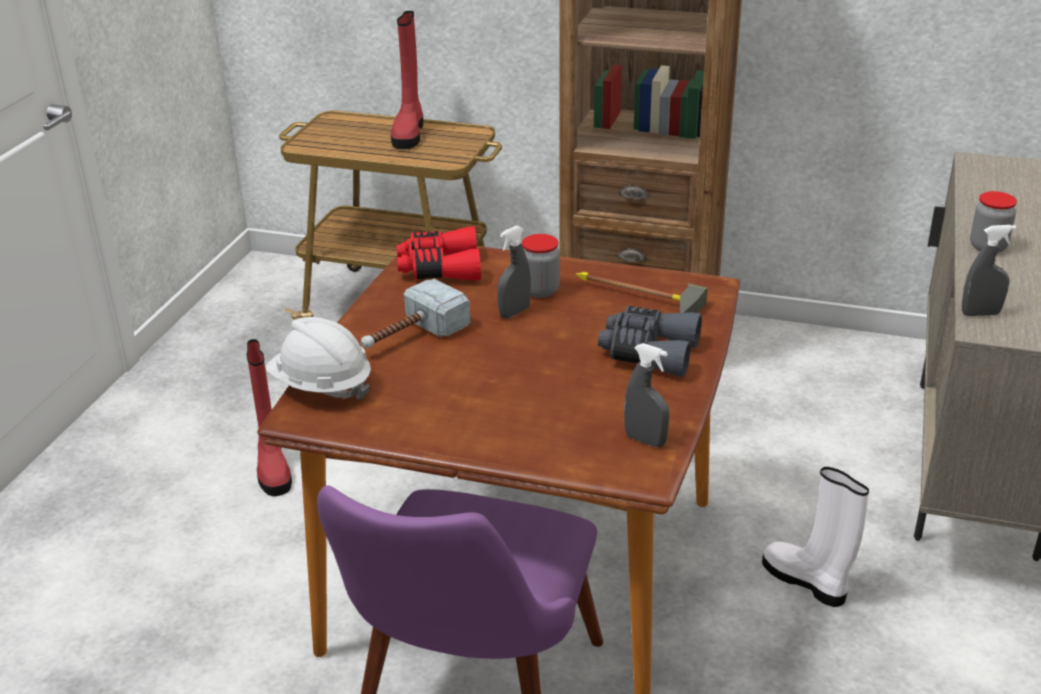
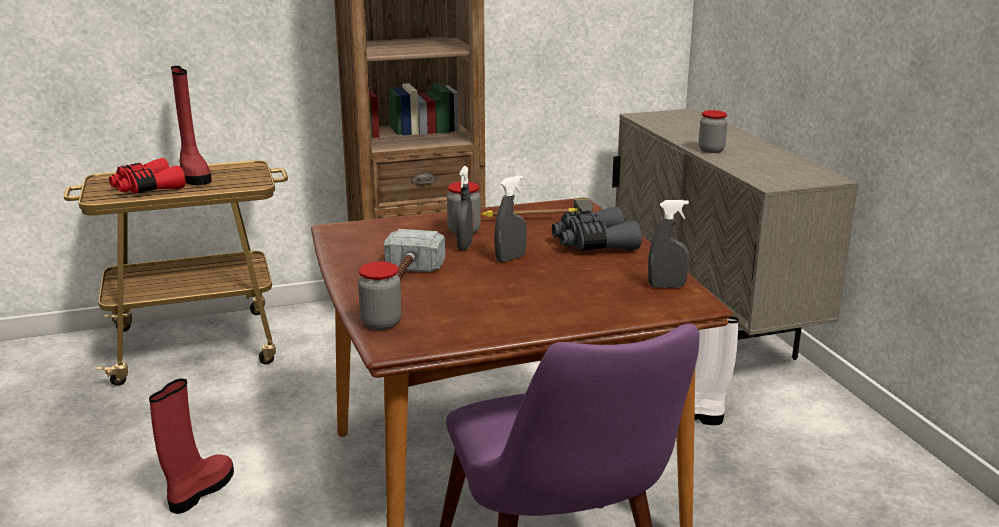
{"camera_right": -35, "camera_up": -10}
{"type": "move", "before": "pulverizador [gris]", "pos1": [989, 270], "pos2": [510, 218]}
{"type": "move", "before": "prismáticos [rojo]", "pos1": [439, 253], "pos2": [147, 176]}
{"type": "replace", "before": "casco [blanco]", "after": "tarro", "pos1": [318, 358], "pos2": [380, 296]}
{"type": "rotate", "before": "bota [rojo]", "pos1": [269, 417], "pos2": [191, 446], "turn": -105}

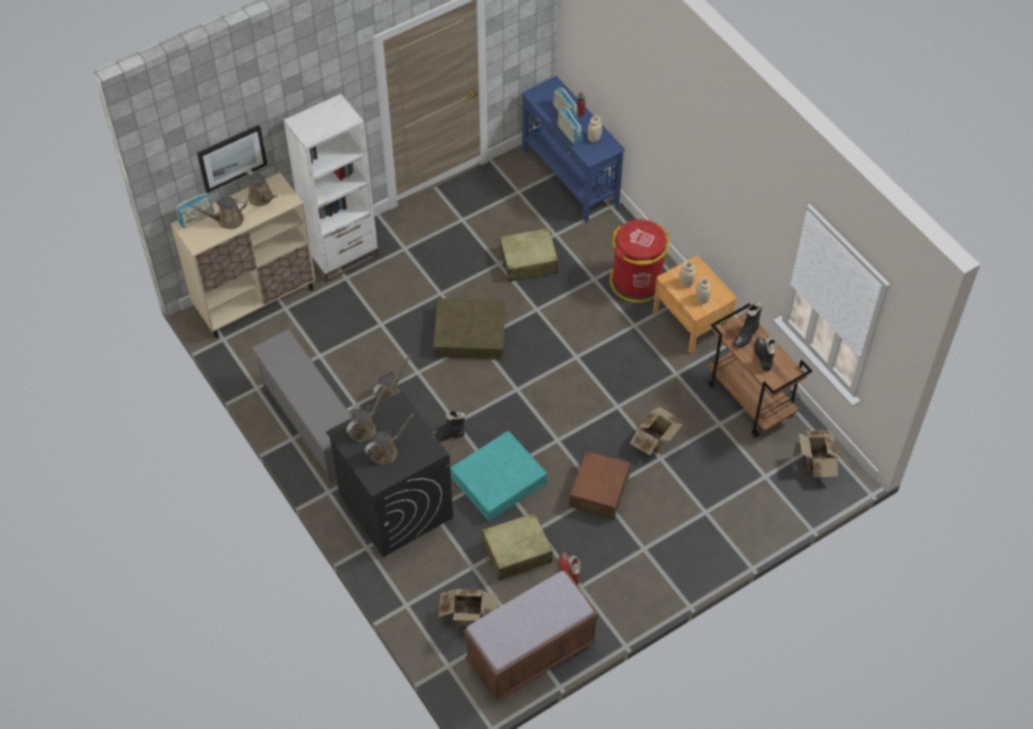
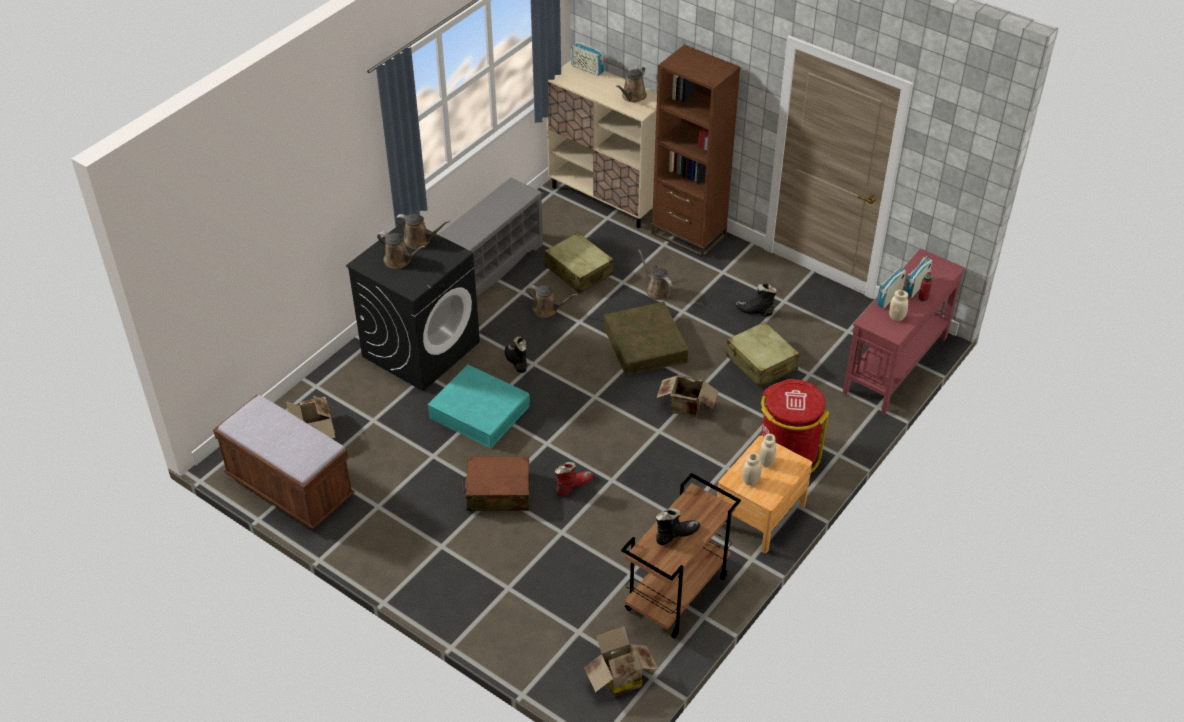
{"camera_right": 70, "camera_up": -10}
{"type": "recolor", "before": "mesa consola [azul]", "after": "mesa consola [rojo]", "pos1": [573, 149], "pos2": [904, 331]}
{"type": "recolor", "before": "estantería [blanco]", "after": "estantería [marrón]", "pos1": [331, 188], "pos2": [695, 151]}
{"type": "delete", "before": "cuadro", "pos1": [232, 159]}
{"type": "move", "before": "regadera [marrón]", "pos1": [218, 213], "pos2": [655, 274]}
{"type": "move", "before": "bota [negro]", "pos1": [748, 324], "pos2": [756, 300]}
{"type": "move", "before": "caja de cartón", "pos1": [656, 431], "pos2": [688, 396]}
{"type": "move", "before": "maleta [beis]", "pos1": [517, 546], "pos2": [579, 263]}
{"type": "move", "before": "bota [rojo]", "pos1": [570, 569], "pos2": [574, 479]}

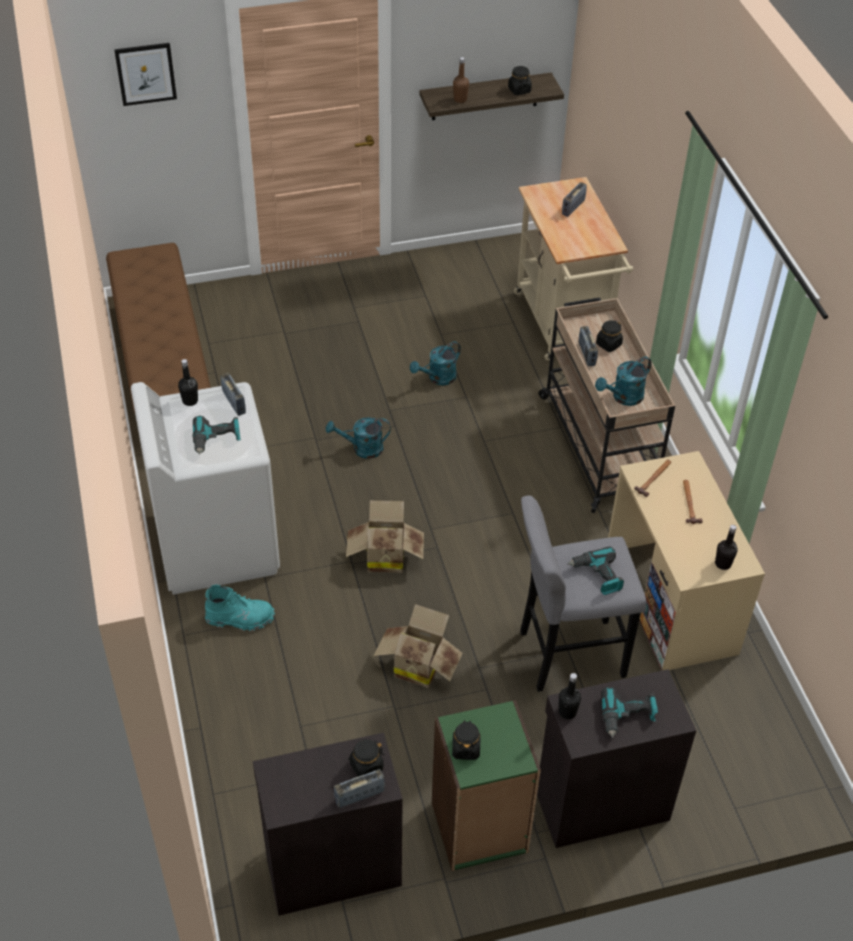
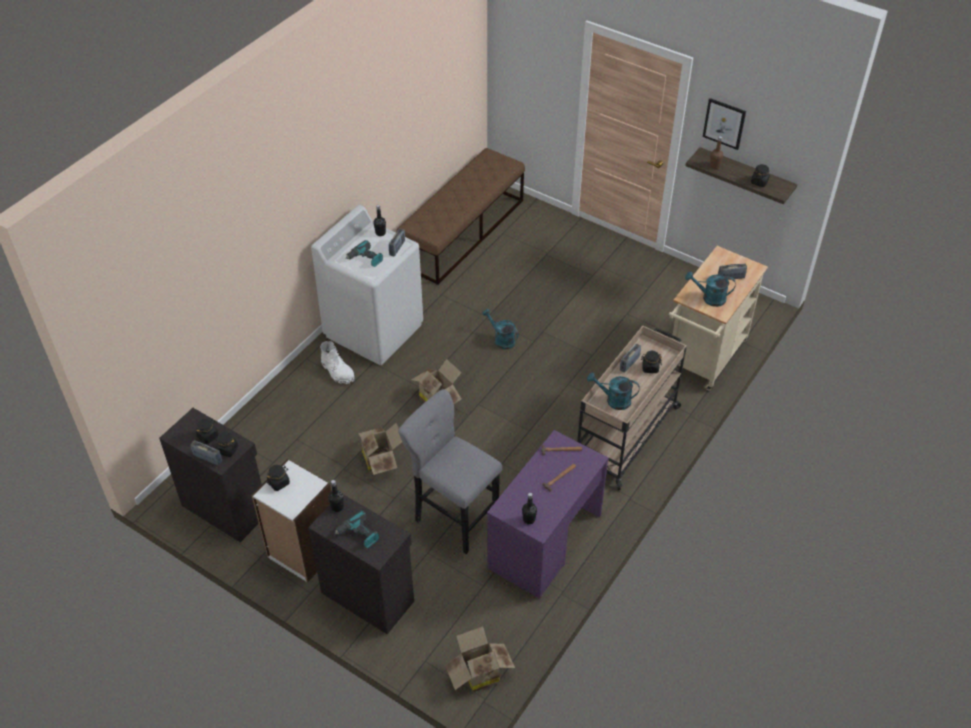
{"camera_right": 50, "camera_up": 0}
{"type": "move", "before": "cuadro", "pos1": [145, 74], "pos2": [724, 124]}
{"type": "move", "before": "regadera [turquesa]", "pos1": [435, 363], "pos2": [710, 289]}
{"type": "recolor", "before": "escritorio [beis]", "after": "escritorio [morado]", "pos1": [686, 560], "pos2": [548, 514]}
{"type": "delete", "before": "taladro", "pos1": [595, 570]}
{"type": "recolor", "before": "bota [turquesa]", "after": "bota [blanco]", "pos1": [240, 608], "pos2": [337, 362]}
{"type": "recolor", "before": "estantería [verde]", "after": "estantería [blanco]", "pos1": [486, 785], "pos2": [291, 521]}
{"type": "insert", "after": "tarro [negro]", "pos2": [207, 431]}
{"type": "insert", "after": "caja de cartón", "pos2": [480, 659]}

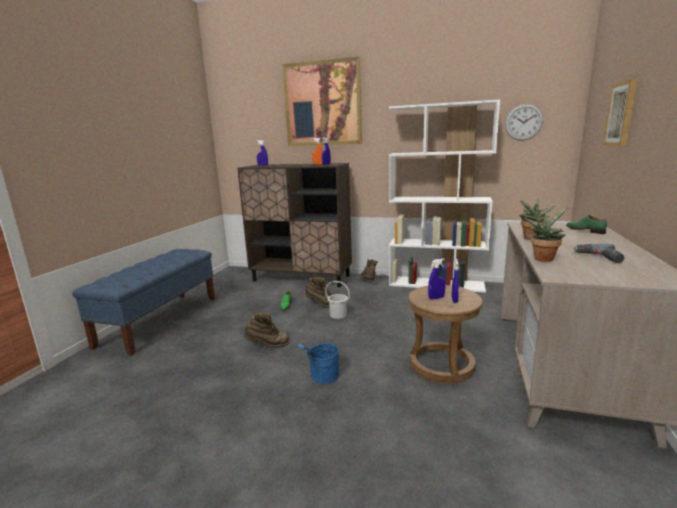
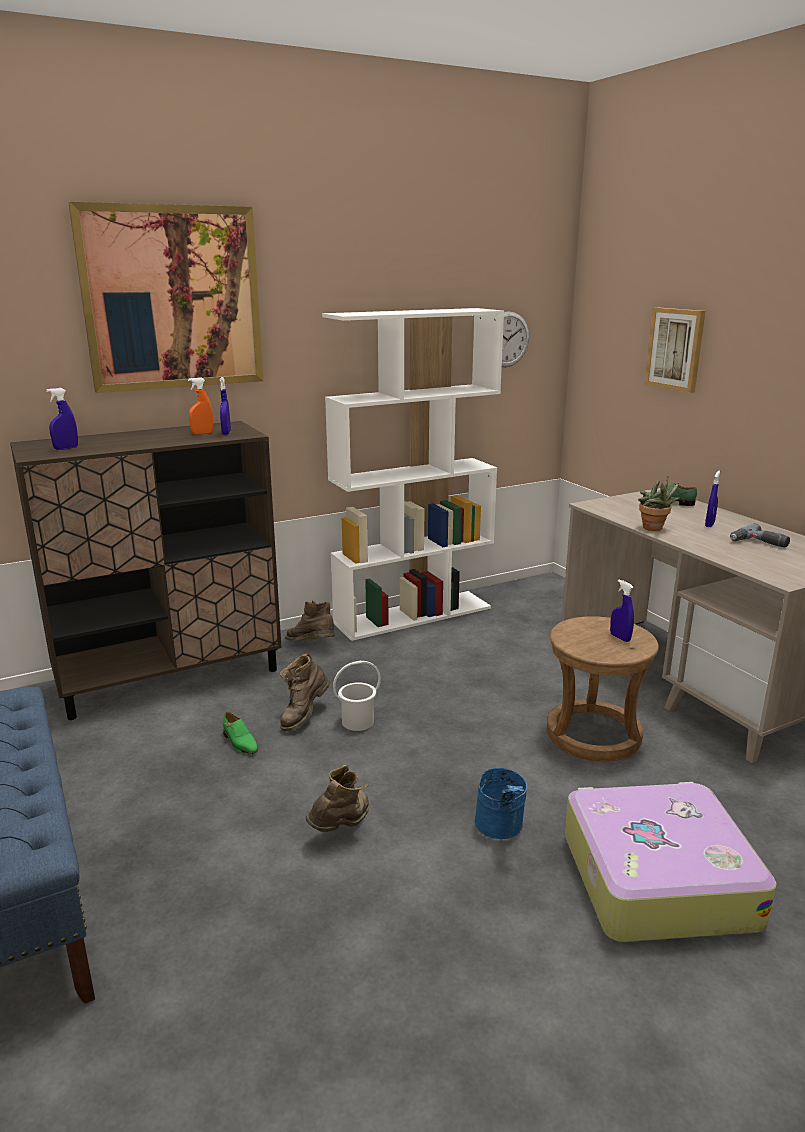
{"camera_right": -45, "camera_up": 5}
{"type": "delete", "before": "planta en maceta", "pos1": [546, 234]}
{"type": "move", "before": "pulverizador [azul]", "pos1": [436, 279], "pos2": [712, 499]}
{"type": "rotate", "before": "bota [marrón]", "pos1": [319, 292], "pos2": [305, 692], "turn": 150}
{"type": "insert", "after": "maleta", "pos2": [671, 862]}

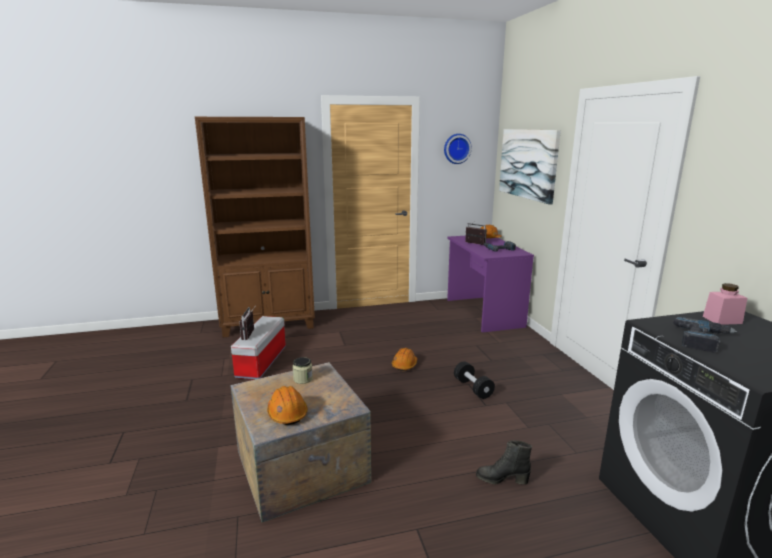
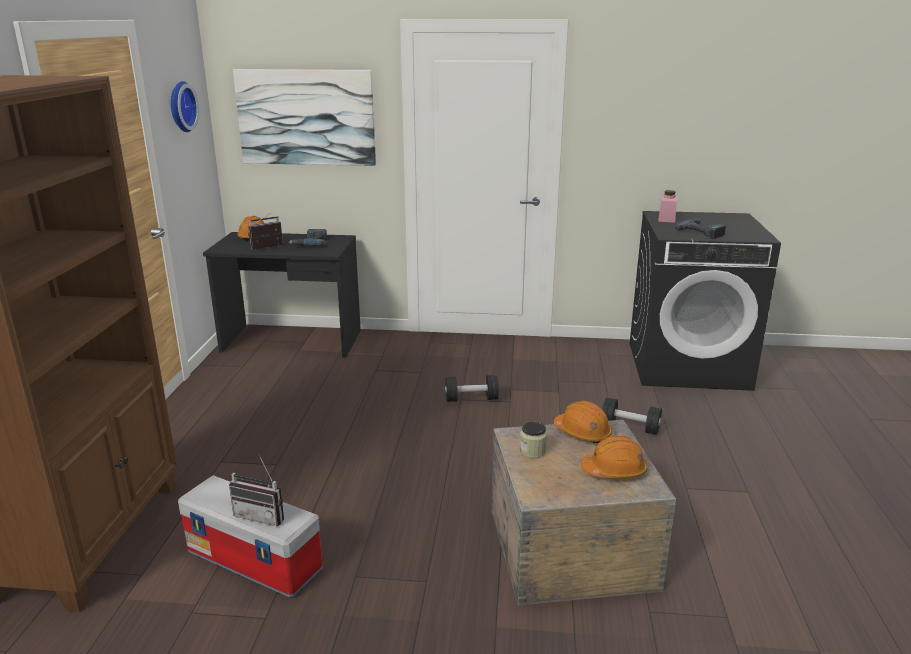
{"camera_right": -70, "camera_up": 5}
{"type": "recolor", "before": "escritorio [morado]", "after": "escritorio [negro]", "pos1": [490, 284], "pos2": [282, 295]}
{"type": "move", "before": "casco [naranja]", "pos1": [404, 359], "pos2": [583, 422]}
{"type": "replace", "before": "bota [negro]", "after": "mancuerna [negro]", "pos1": [504, 463], "pos2": [632, 416]}

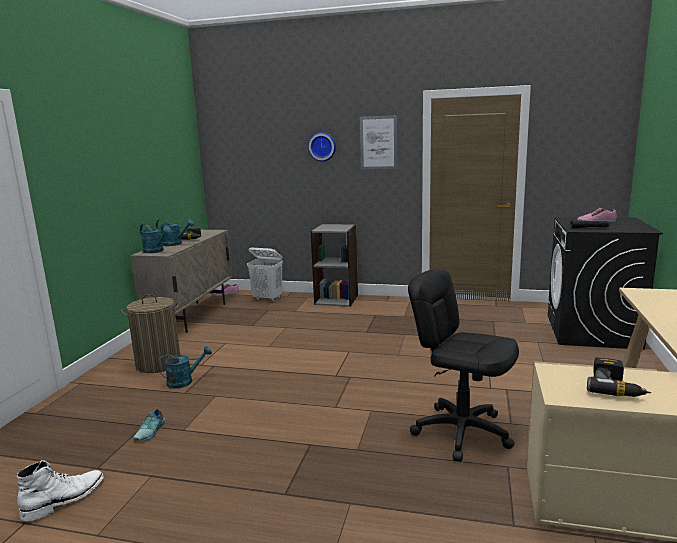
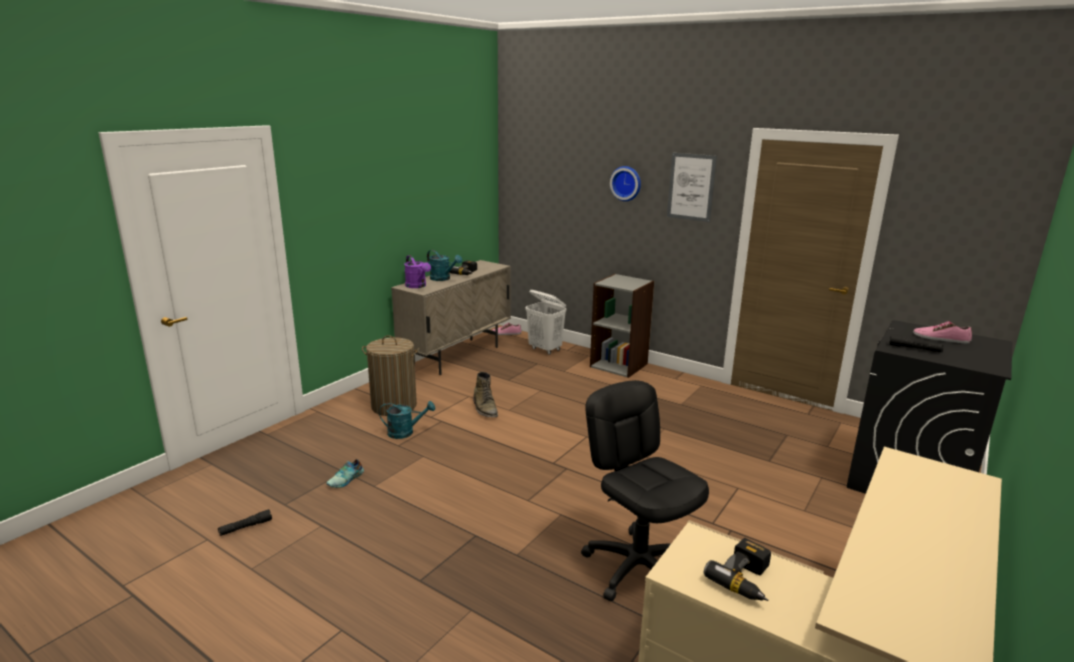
{"camera_right": 20, "camera_up": 5}
{"type": "recolor", "before": "regadera [turquesa]", "after": "regadera [morado]", "pos1": [156, 238], "pos2": [417, 271]}
{"type": "replace", "before": "bota [blanco]", "after": "linterna [negro]", "pos1": [60, 490], "pos2": [245, 522]}
{"type": "insert", "after": "bota [verde]", "pos2": [485, 394]}

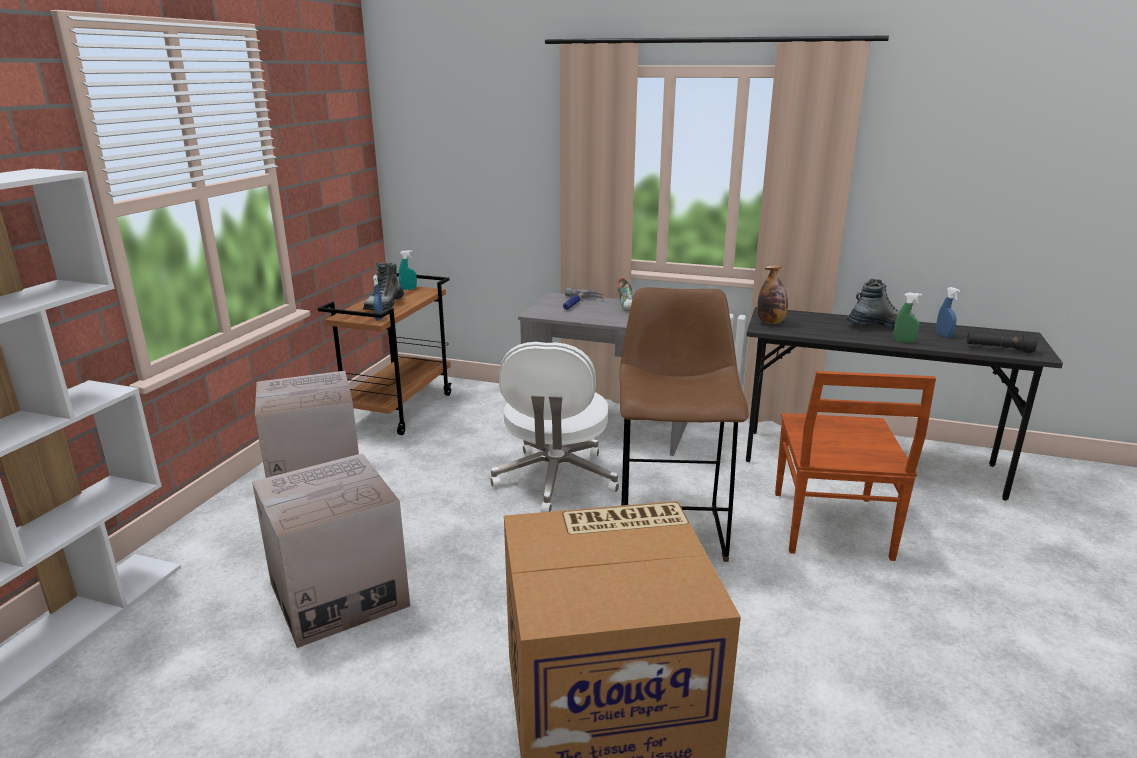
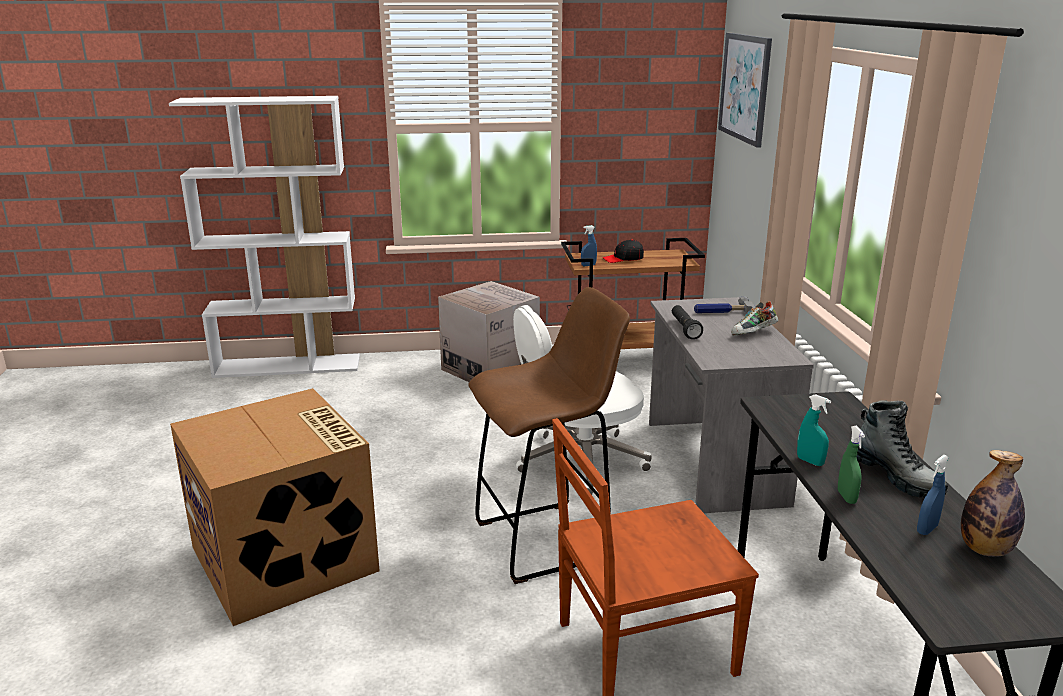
{"camera_right": 65, "camera_up": 0}
{"type": "move", "before": "pulverizador [turquesa]", "pos1": [408, 270], "pos2": [814, 430]}
{"type": "replace", "before": "bota", "after": "gorra [negro]", "pos1": [383, 286], "pos2": [623, 251]}
{"type": "move", "before": "botella", "pos1": [772, 294], "pos2": [993, 503]}
{"type": "move", "before": "linterna [negro]", "pos1": [1002, 342], "pos2": [687, 322]}
{"type": "delete", "before": "caja de cartón", "pos1": [331, 550]}
{"type": "insert", "after": "cuadro", "pos2": [745, 90]}

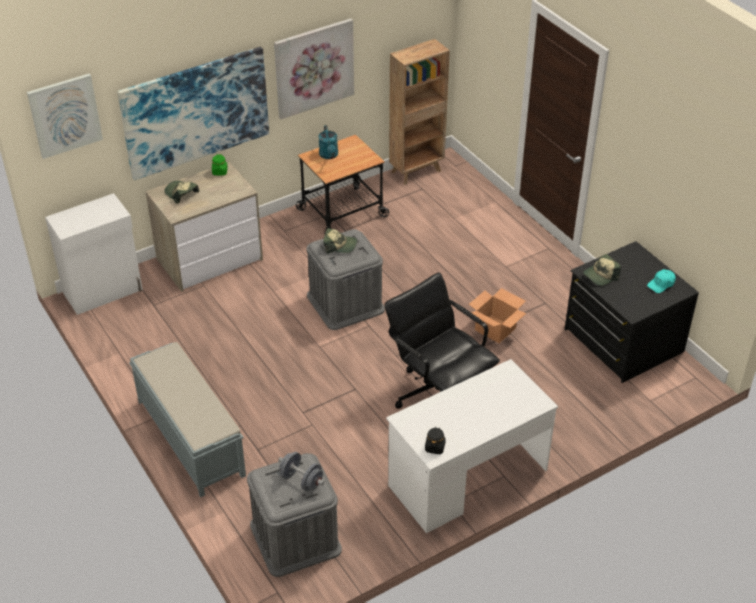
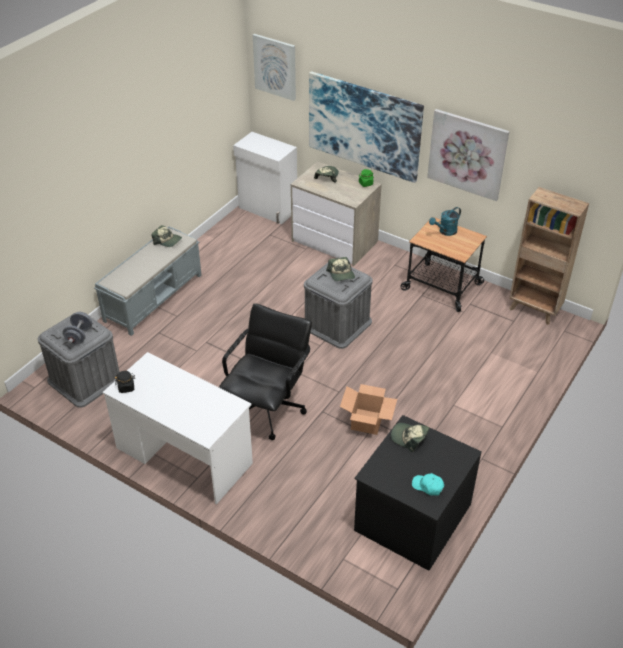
{"camera_right": 65, "camera_up": 0}
{"type": "insert", "after": "gorra", "pos2": [166, 236]}

